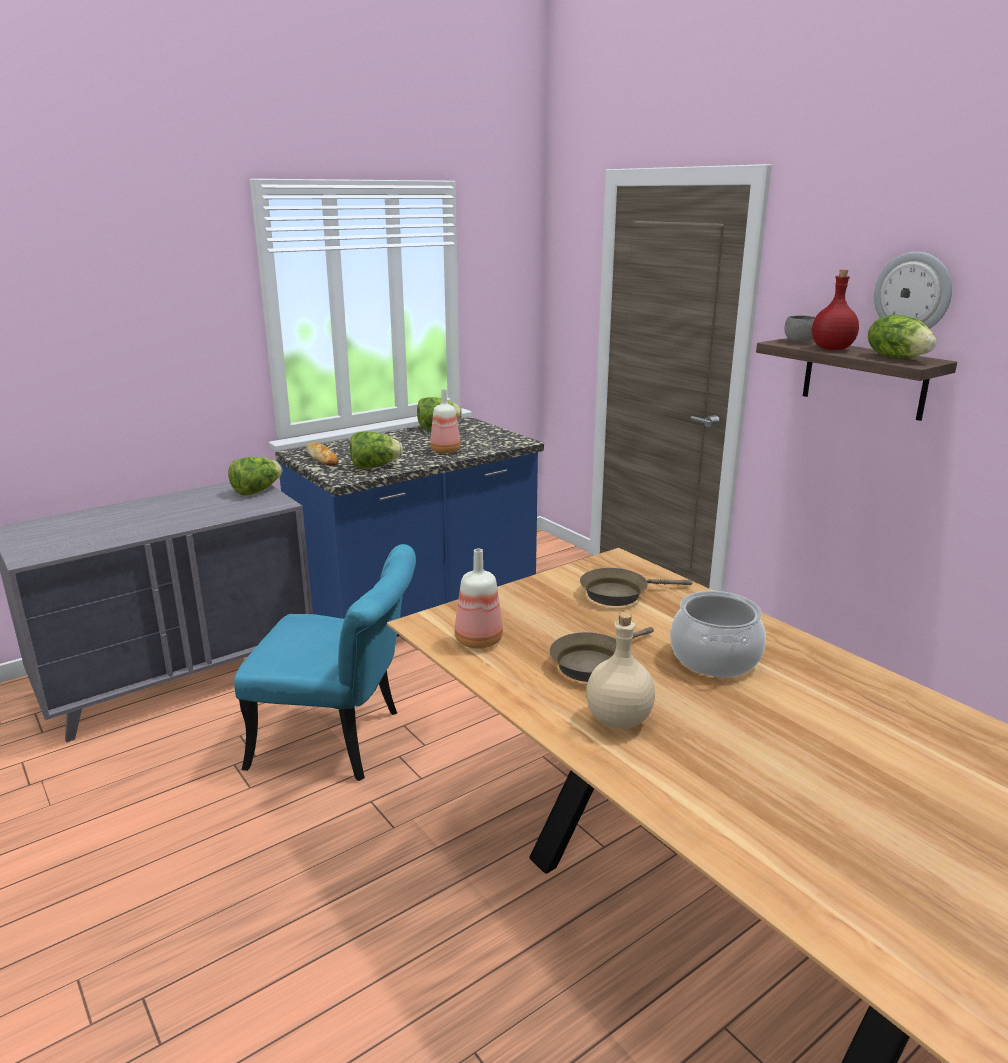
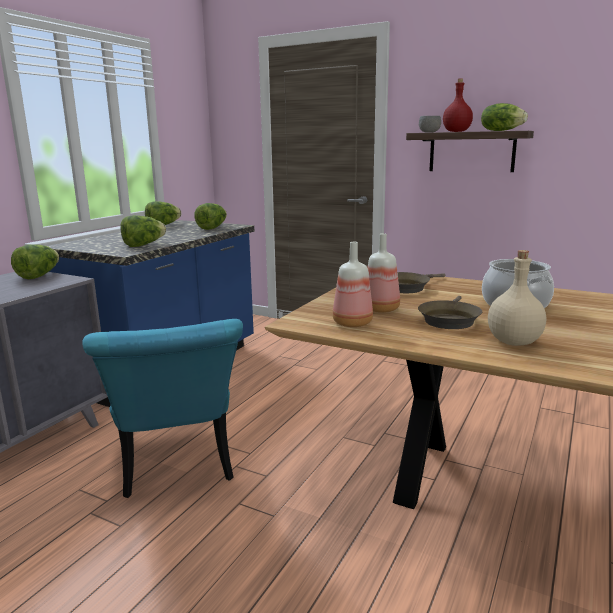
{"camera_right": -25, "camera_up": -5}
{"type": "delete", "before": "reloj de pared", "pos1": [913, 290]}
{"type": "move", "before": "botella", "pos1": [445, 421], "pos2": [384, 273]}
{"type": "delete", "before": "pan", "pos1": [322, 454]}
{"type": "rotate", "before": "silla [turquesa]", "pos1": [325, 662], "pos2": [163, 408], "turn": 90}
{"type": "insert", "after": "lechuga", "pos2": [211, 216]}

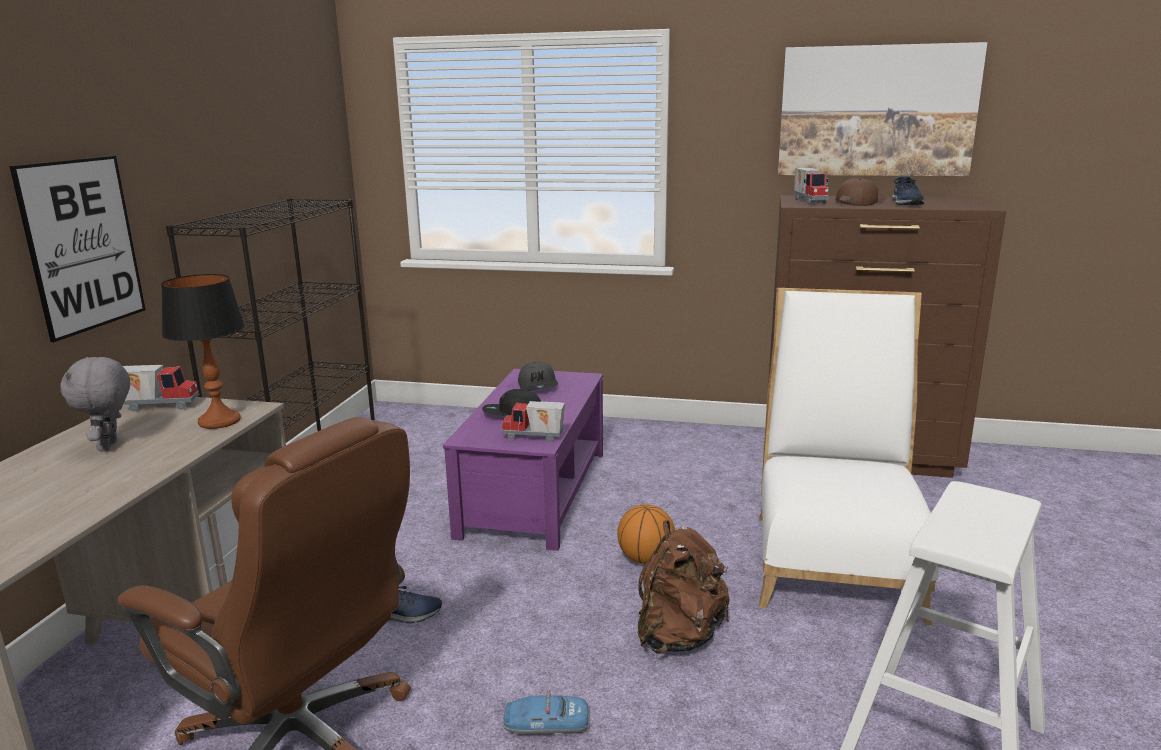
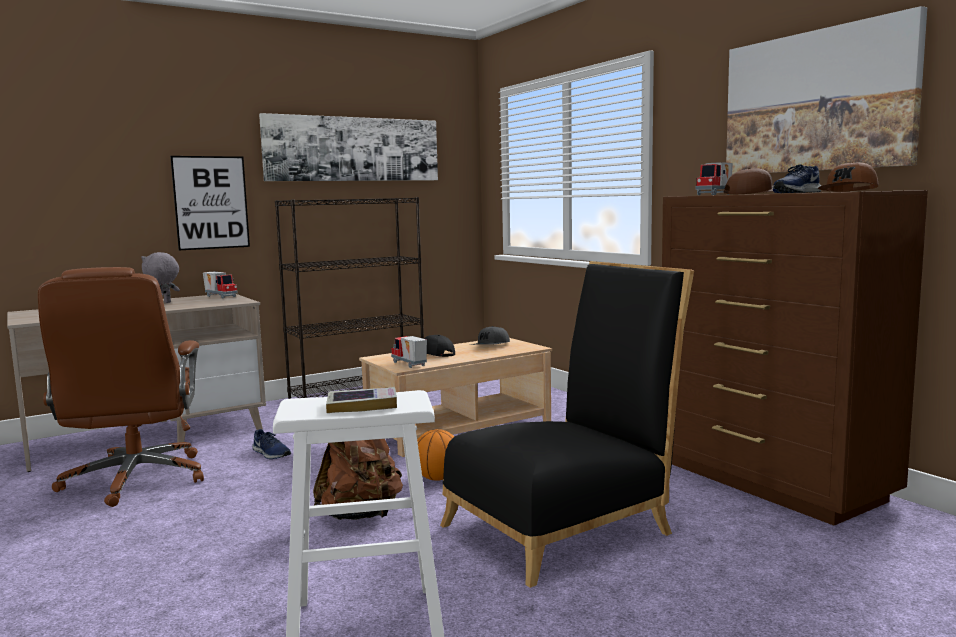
{"camera_right": 45, "camera_up": -10}
{"type": "delete", "before": "lámpara de mesa", "pos1": [203, 351]}
{"type": "recolor", "before": "silla [blanco]", "after": "silla [negro]", "pos1": [849, 457], "pos2": [567, 424]}
{"type": "recolor", "before": "mesa de centro [morado]", "after": "mesa de centro [beis]", "pos1": [523, 460], "pos2": [455, 397]}
{"type": "delete", "before": "coche de juguete", "pos1": [546, 712]}
{"type": "insert", "after": "cuadro", "pos2": [348, 147]}
{"type": "insert", "after": "gorra [marrón]", "pos2": [848, 177]}
{"type": "insert", "after": "libro", "pos2": [361, 400]}

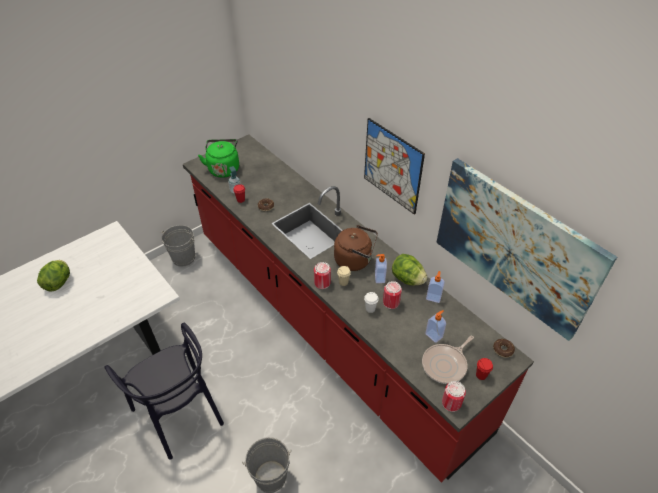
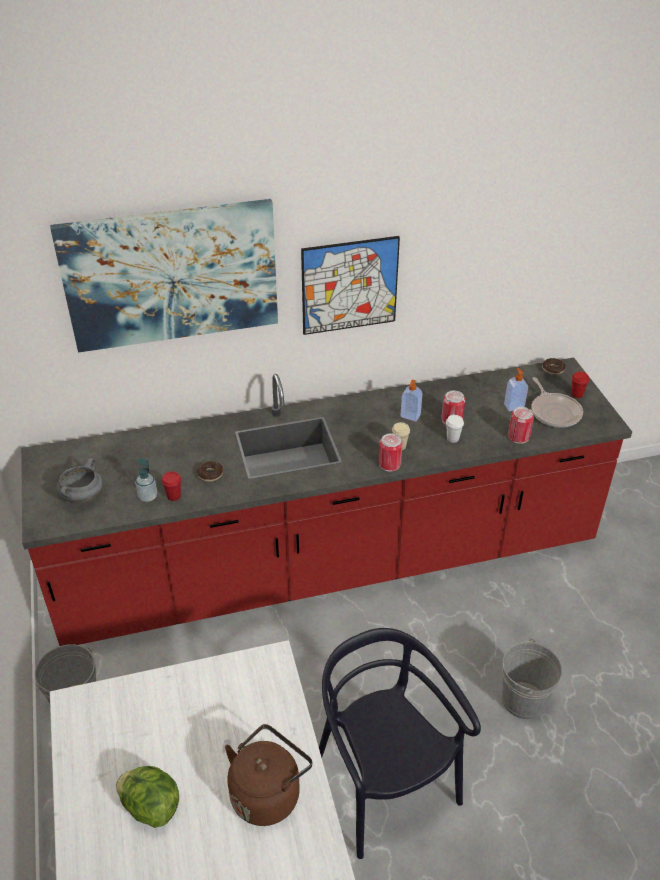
{"camera_right": -65, "camera_up": -5}
{"type": "replace", "before": "hervidor [verde]", "after": "olla [gris]", "pos1": [218, 158], "pos2": [80, 480]}
{"type": "move", "before": "cuadro", "pos1": [526, 249], "pos2": [164, 276]}
{"type": "move", "before": "hervidor [marrón]", "pos1": [356, 248], "pos2": [268, 775]}
{"type": "delete", "before": "lechuga", "pos1": [410, 270]}
{"type": "delete", "before": "dispensador de jabón", "pos1": [435, 287]}
{"type": "rotate", "before": "silla [negro]", "pos1": [164, 391], "pos2": [400, 743], "turn": -105}
{"type": "move", "before": "lata", "pos1": [454, 396], "pos2": [521, 425]}

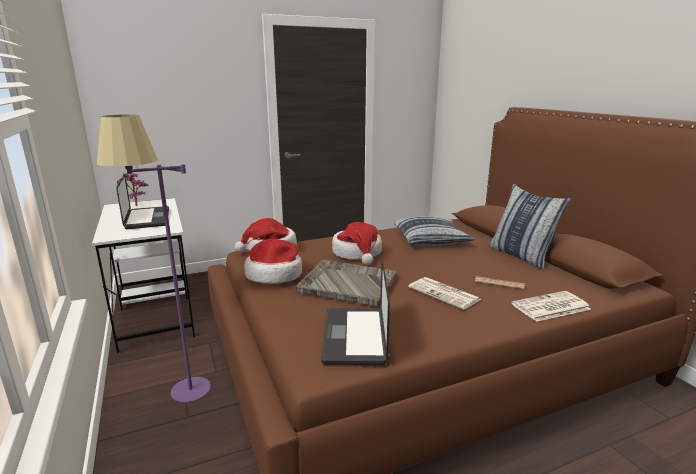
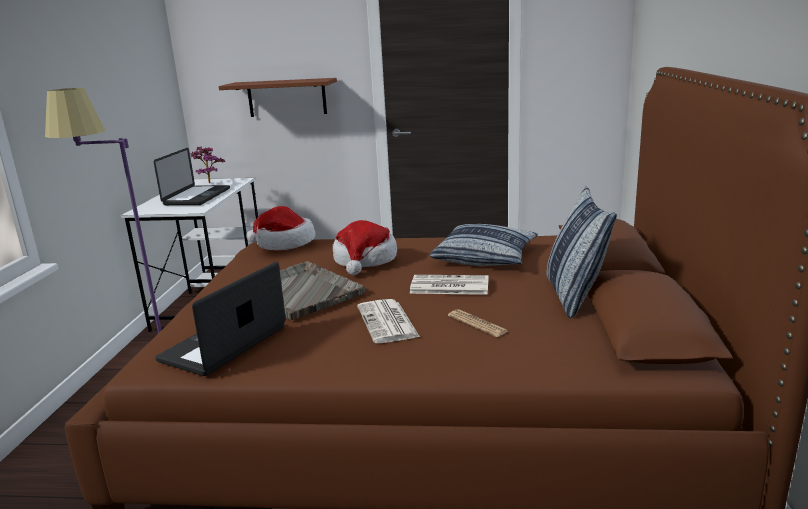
{"camera_right": 30, "camera_up": 0}
{"type": "delete", "before": "sombrero", "pos1": [273, 261]}
{"type": "move", "before": "periódico", "pos1": [551, 306], "pos2": [449, 285]}
{"type": "insert", "after": "estante [marrón]", "pos2": [278, 97]}

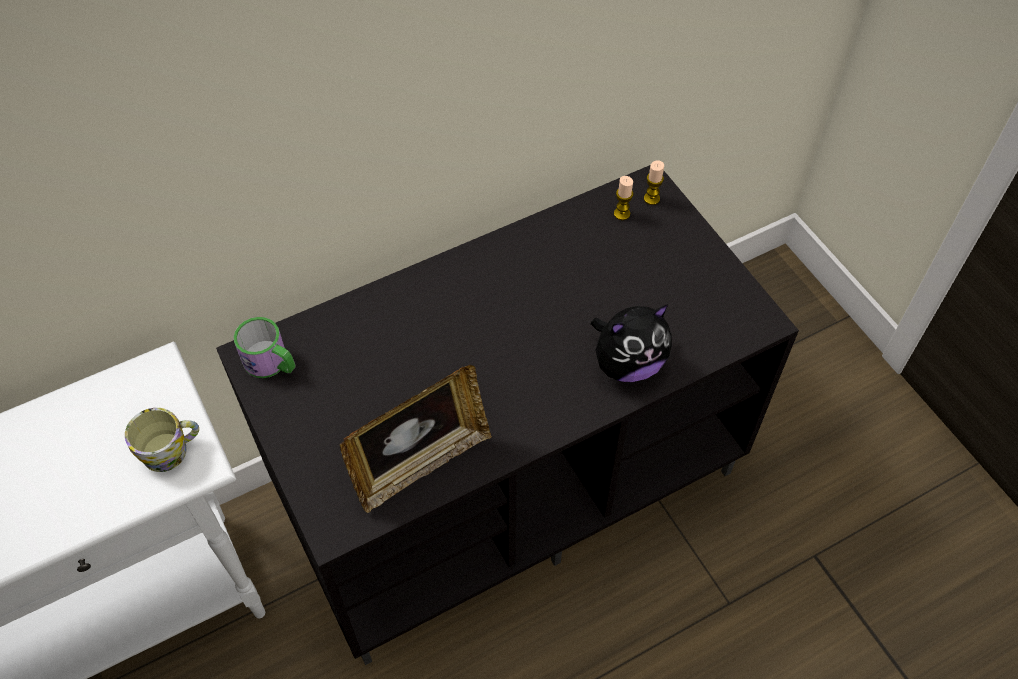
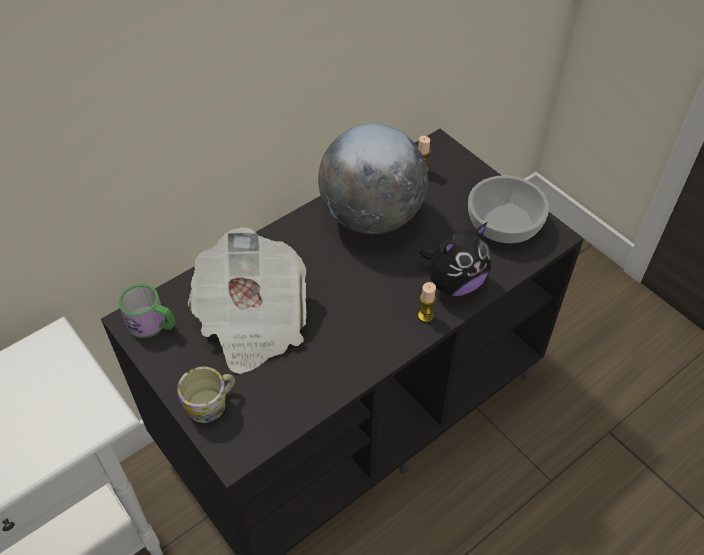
{"camera_right": -10, "camera_up": -5}
{"type": "move", "before": "vela", "pos1": [654, 182], "pos2": [427, 302]}
{"type": "delete", "before": "portarretratos", "pos1": [416, 439]}
{"type": "move", "before": "taza grande", "pos1": [162, 440], "pos2": [206, 395]}
{"type": "insert", "after": "globo terráqueo", "pos2": [373, 179]}
{"type": "insert", "after": "cuenco", "pos2": [508, 210]}
{"type": "insert", "after": "periódico", "pos2": [247, 300]}

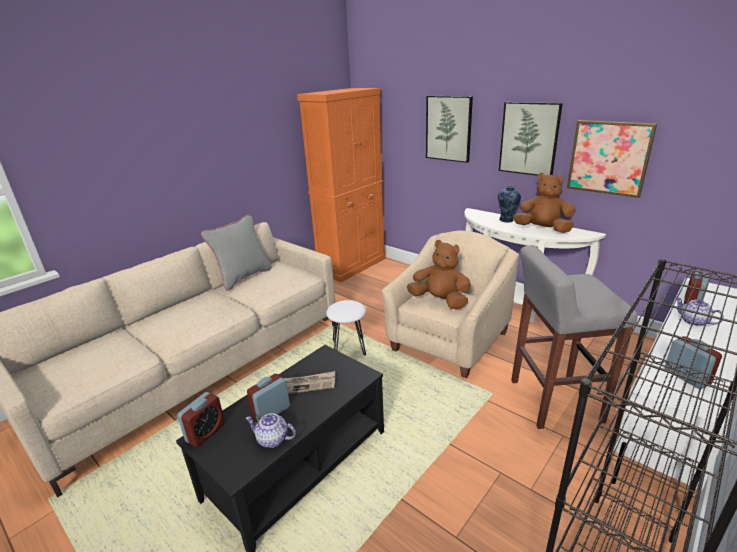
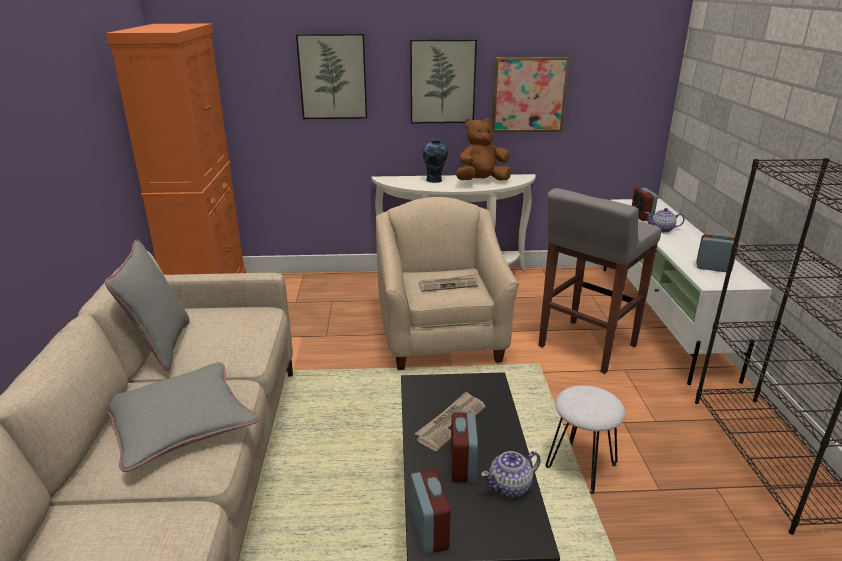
{"camera_right": -45, "camera_up": 0}
{"type": "replace", "before": "peluche [marrón]", "after": "periódico", "pos1": [439, 274], "pos2": [448, 283]}
{"type": "move", "before": "taburete [blanco]", "pos1": [346, 328], "pos2": [585, 439]}
{"type": "insert", "after": "cojín [gris]", "pos2": [183, 417]}

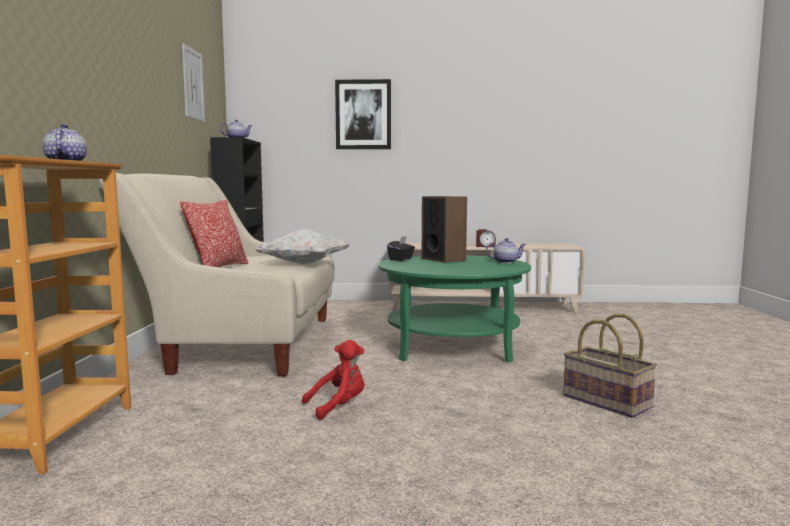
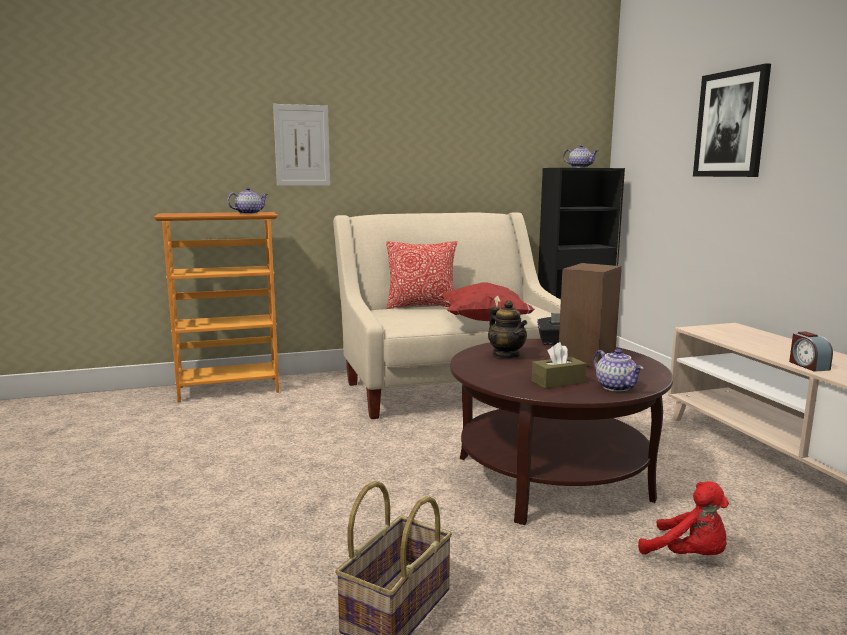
{"camera_right": 70, "camera_up": 5}
{"type": "move", "before": "cuadro", "pos1": [193, 82], "pos2": [301, 145]}
{"type": "recolor", "before": "cojín [blanco]", "after": "cojín [rojo]", "pos1": [302, 246], "pos2": [487, 301]}
{"type": "recolor", "before": "mesa de centro [verde]", "after": "mesa de centro [marrón]", "pos1": [455, 309], "pos2": [561, 432]}
{"type": "move", "before": "peluche [rojo]", "pos1": [333, 380], "pos2": [683, 518]}
{"type": "insert", "after": "tetera", "pos2": [507, 329]}
{"type": "insert", "after": "caja de pañuelos [marrón]", "pos2": [559, 365]}

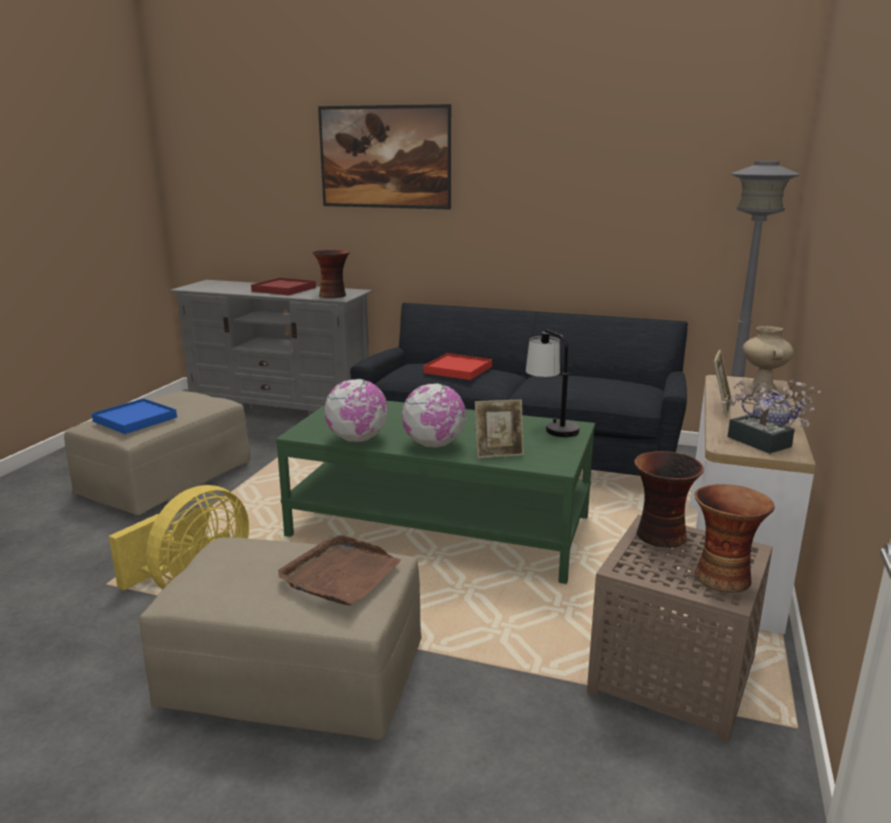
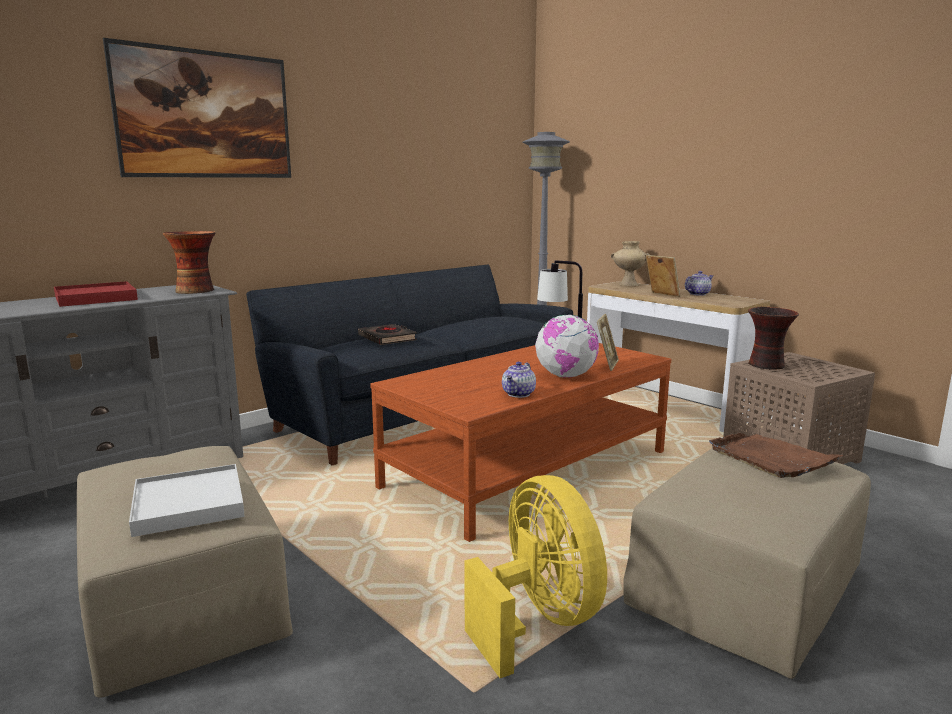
{"camera_right": -60, "camera_up": -5}
{"type": "replace", "before": "bandeja [rojo]", "after": "libro [negro]", "pos1": [458, 366], "pos2": [387, 334]}
{"type": "replace", "before": "globo terráqueo", "after": "tetera", "pos1": [356, 410], "pos2": [519, 380]}
{"type": "delete", "before": "planta en maceta", "pos1": [771, 417]}
{"type": "recolor", "before": "bandeja [azul]", "after": "bandeja [blanco]", "pos1": [134, 416], "pos2": [187, 500]}
{"type": "recolor", "before": "mesa de centro [verde]", "after": "mesa de centro [marrón]", "pos1": [435, 492], "pos2": [520, 442]}
{"type": "delete", "before": "florero", "pos1": [735, 538]}

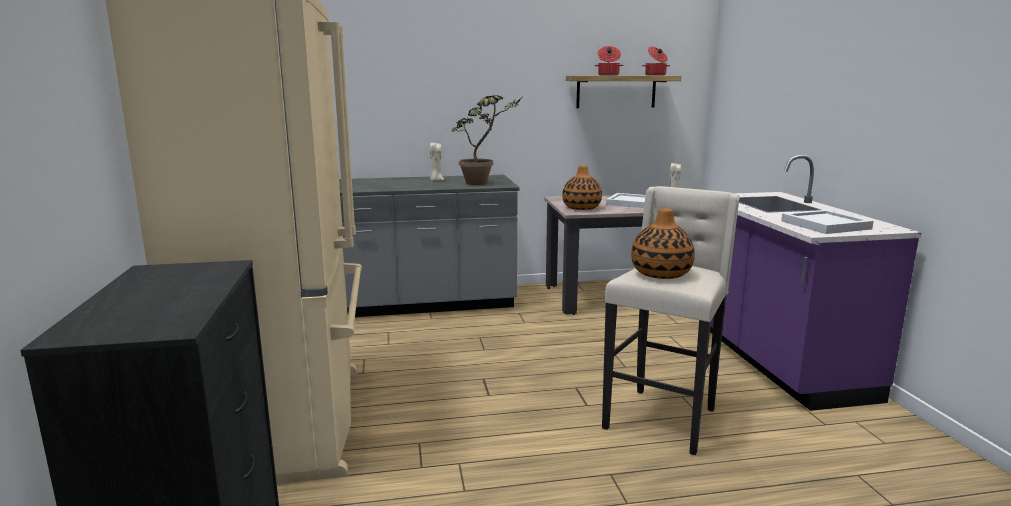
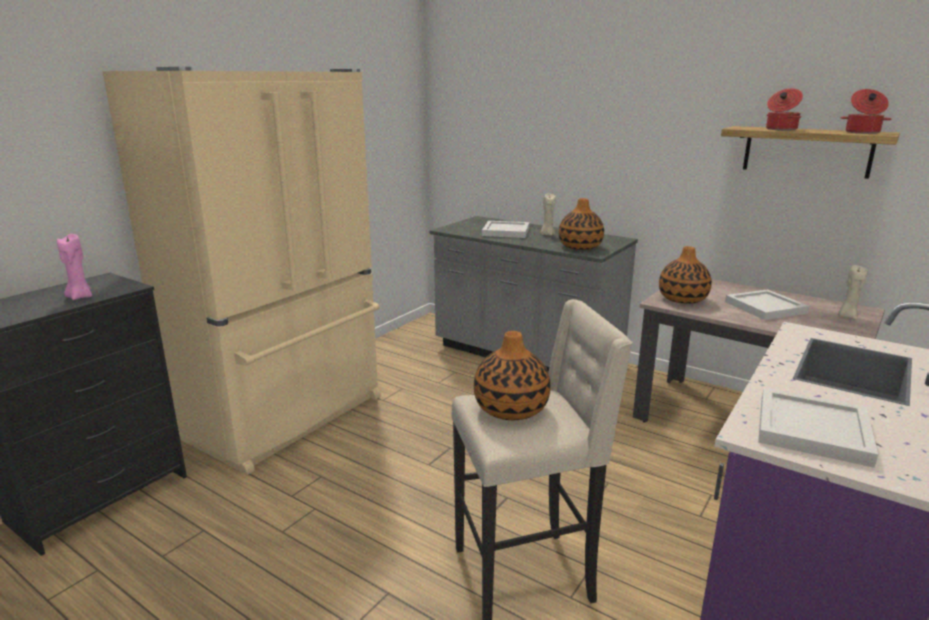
{"camera_right": 45, "camera_up": 5}
{"type": "replace", "before": "planta en maceta", "after": "florero", "pos1": [486, 140], "pos2": [581, 224]}
{"type": "insert", "after": "bandeja [blanco]", "pos2": [505, 229]}
{"type": "insert", "after": "vela [rosa]", "pos2": [74, 267]}

